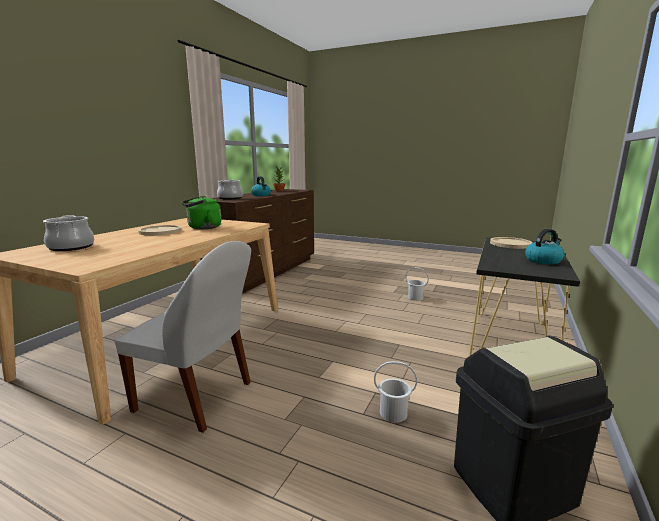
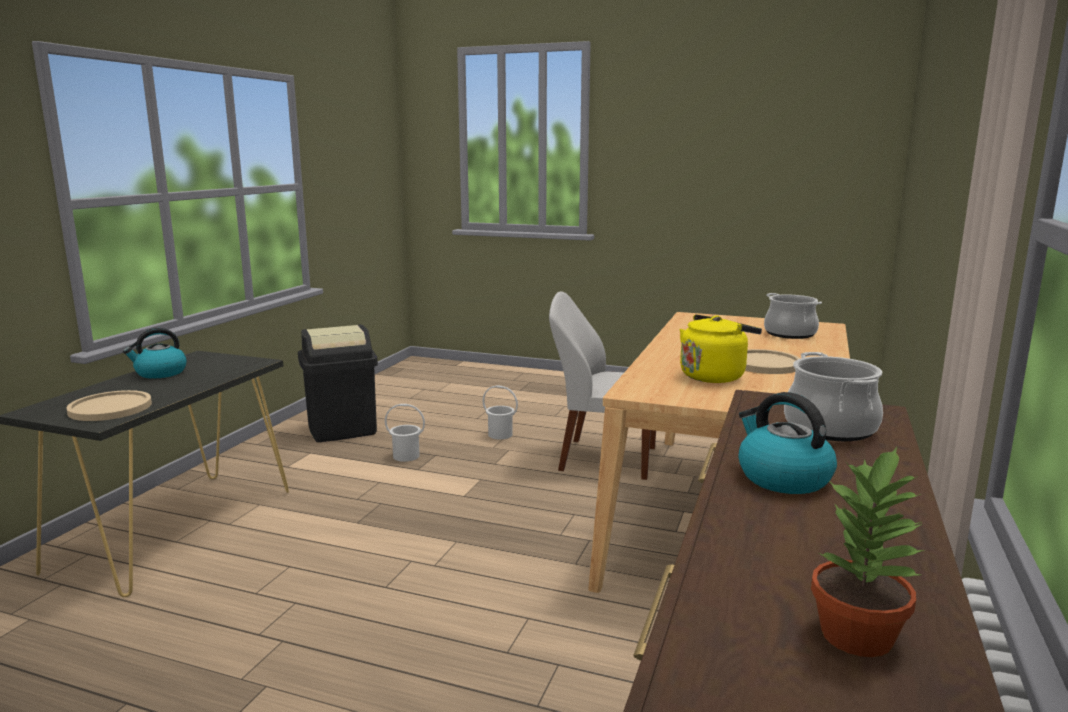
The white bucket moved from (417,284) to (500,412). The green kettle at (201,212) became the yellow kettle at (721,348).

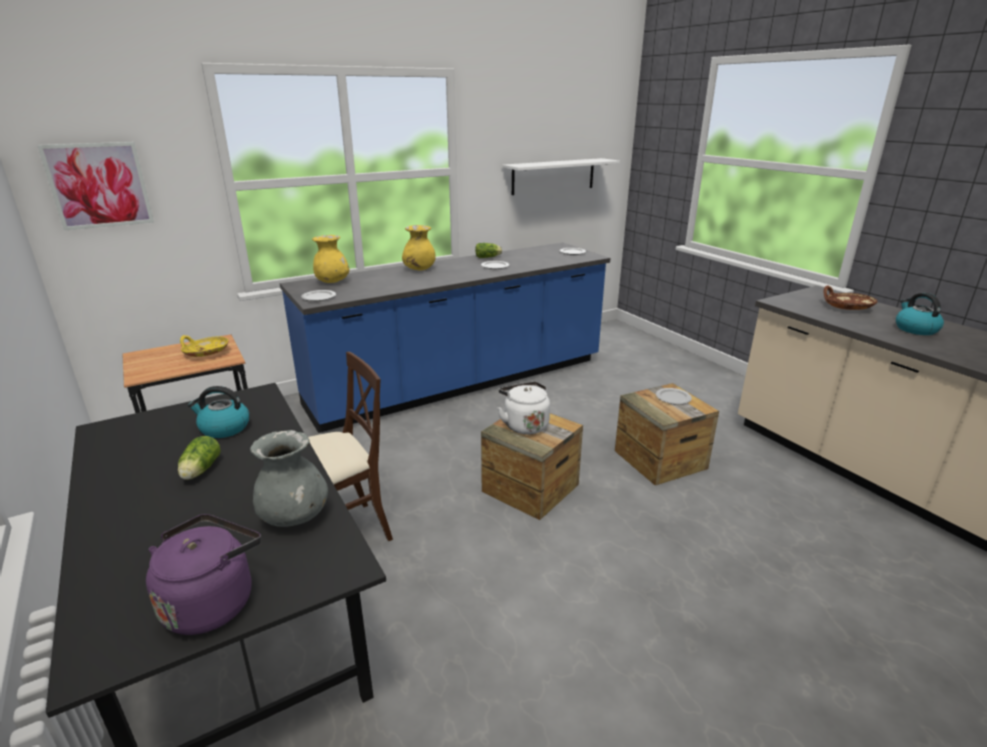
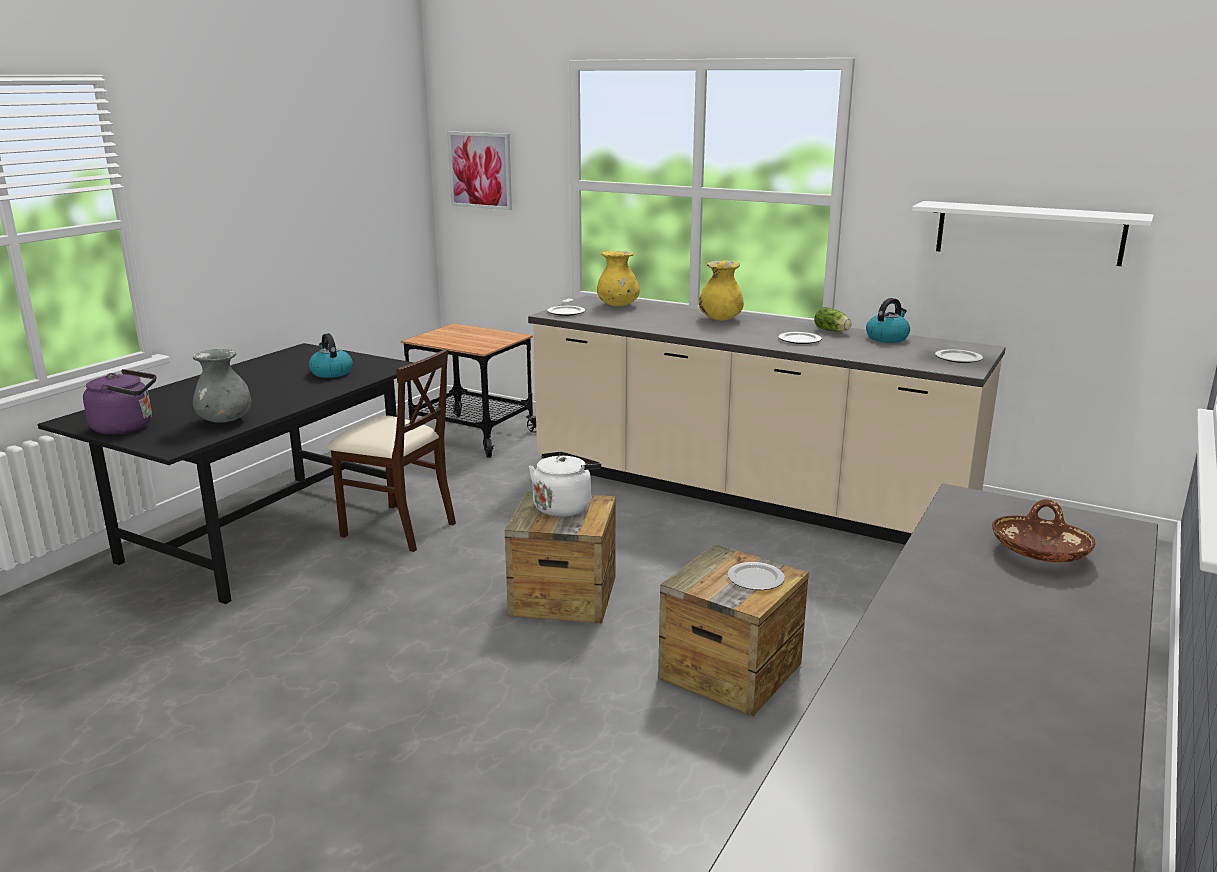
The lettuce at (199,458) disappeared. The yellow bowl at (204,346) disappeared. The kettle moved from (920,314) to (888,320). The blue counter at (445,338) became the beige counter at (767,420).

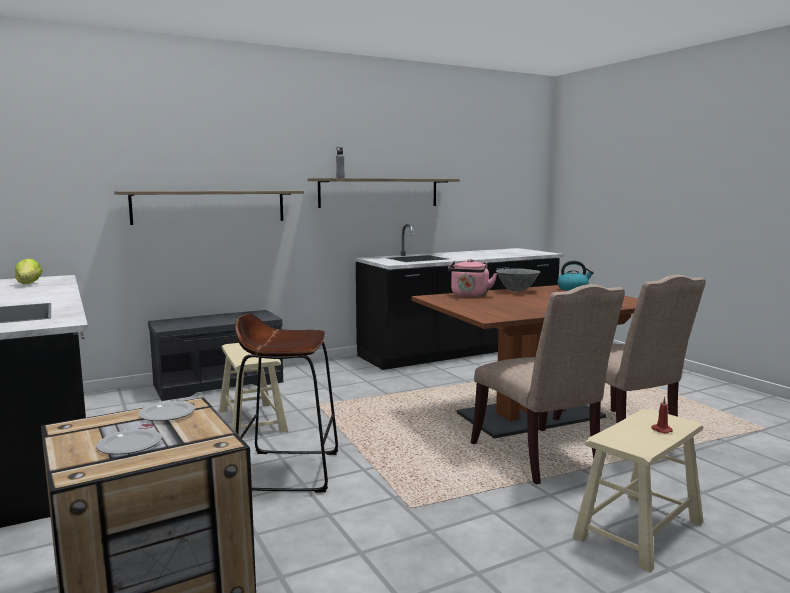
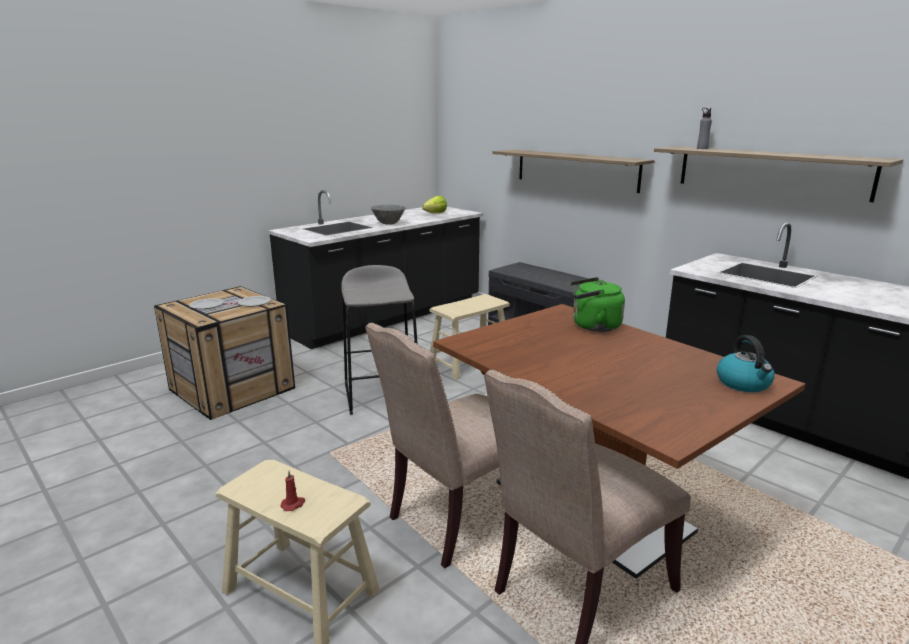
The grey bowl moved from (518,280) to (388,214). The brown stool at (286,403) became the grey stool at (379,340). The pink kettle at (472,278) became the green kettle at (597,304).

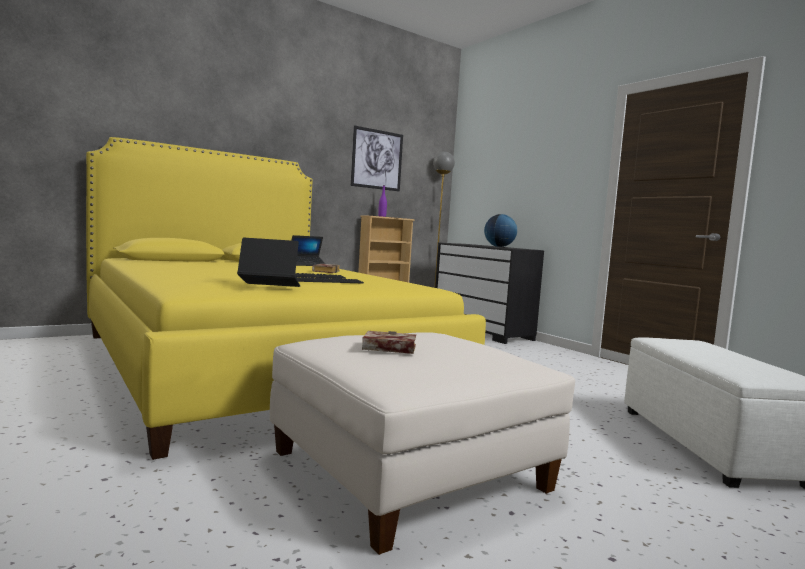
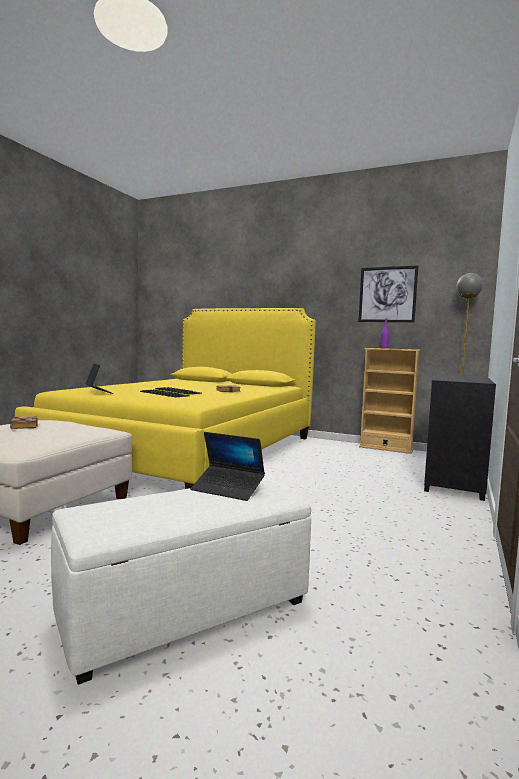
The globe at (500,230) disappeared. The laptop moved from (308,250) to (227,466).

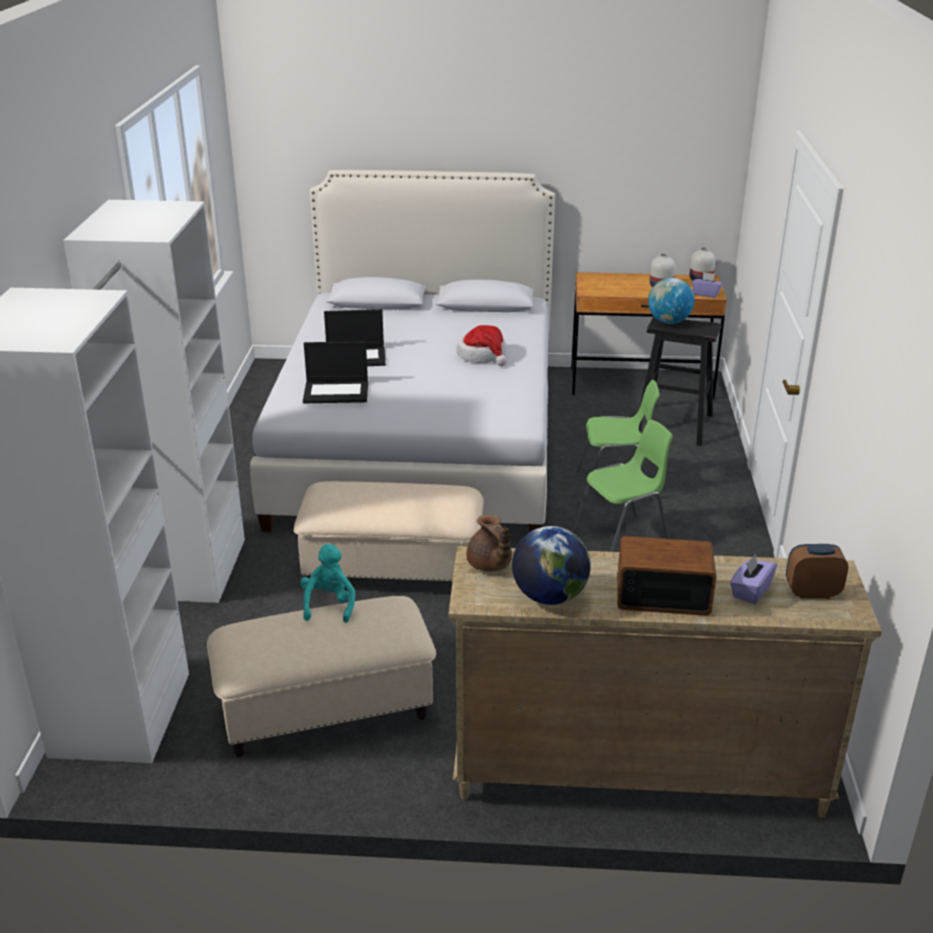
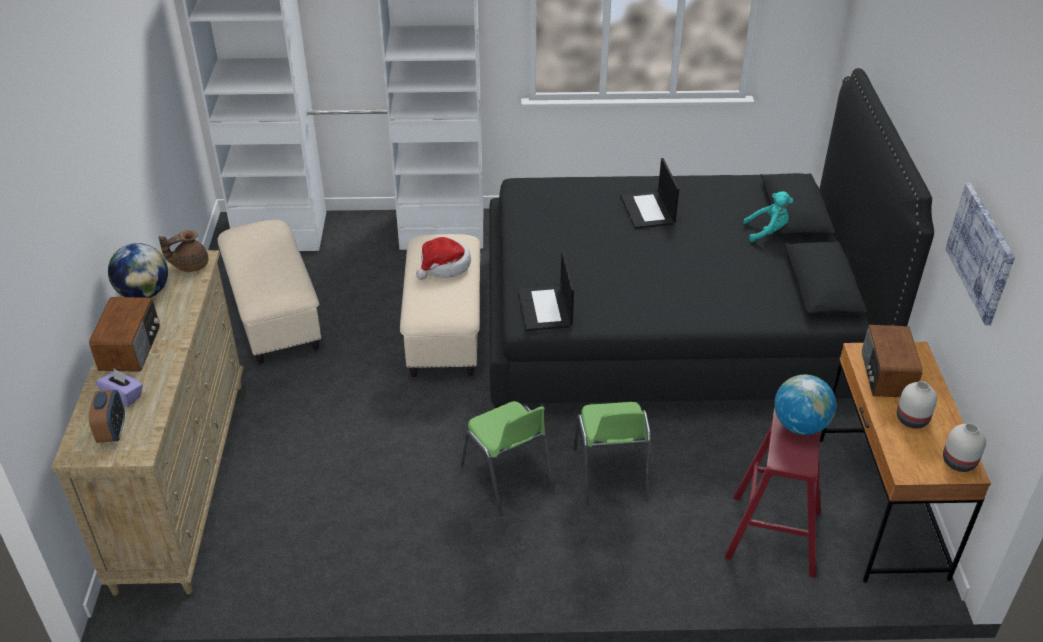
The purple tissue box at (707,285) disappeared. The radio at (892,361) appeared. The picture at (980,254) appeared. The turquoise plush toy moved from (327,583) to (768,217). The laptop moved from (335,372) to (546,291). The hat moved from (481,345) to (443,258). The white bed at (402,351) became the black bed at (712,238). The black stool at (680,381) became the red stool at (772,492).

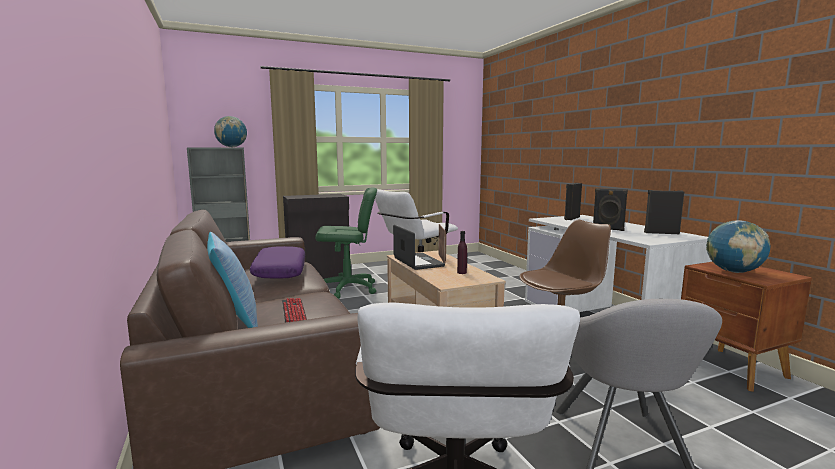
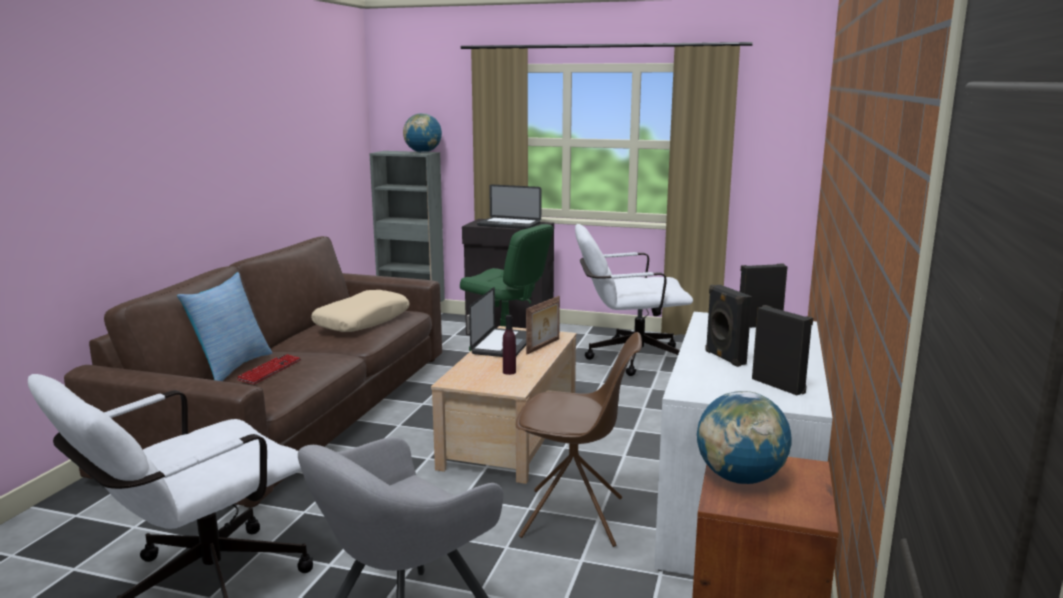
The laptop at (509,206) appeared. The purple pillow at (277,262) became the beige pillow at (360,311).

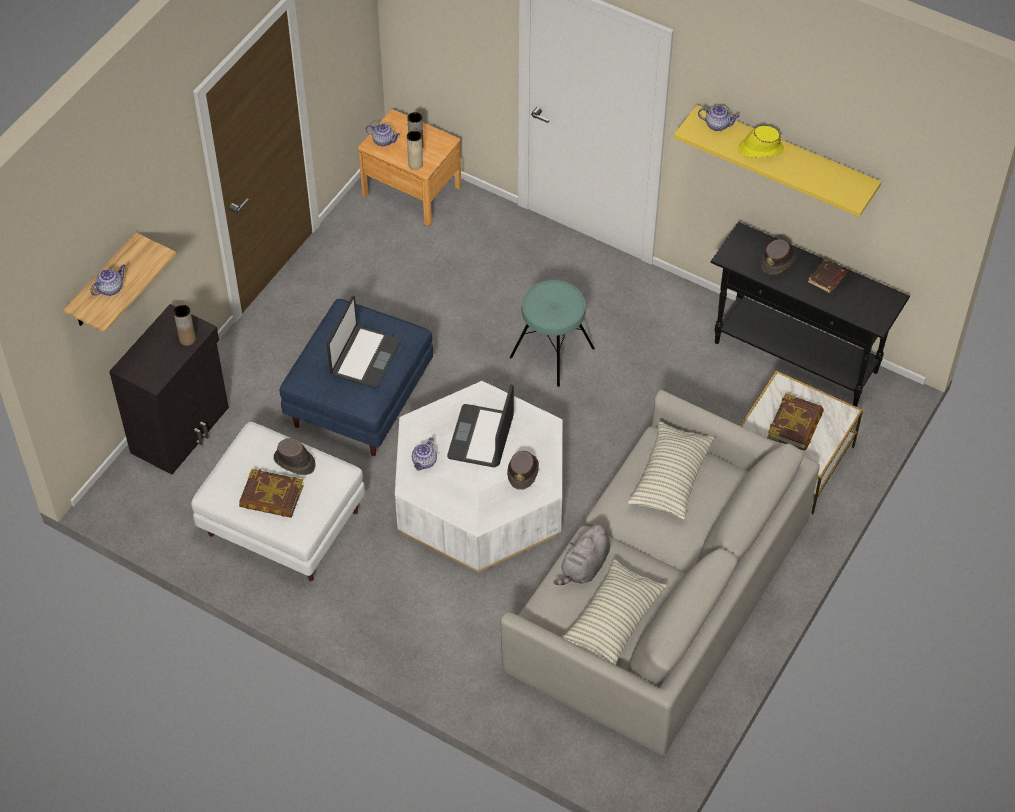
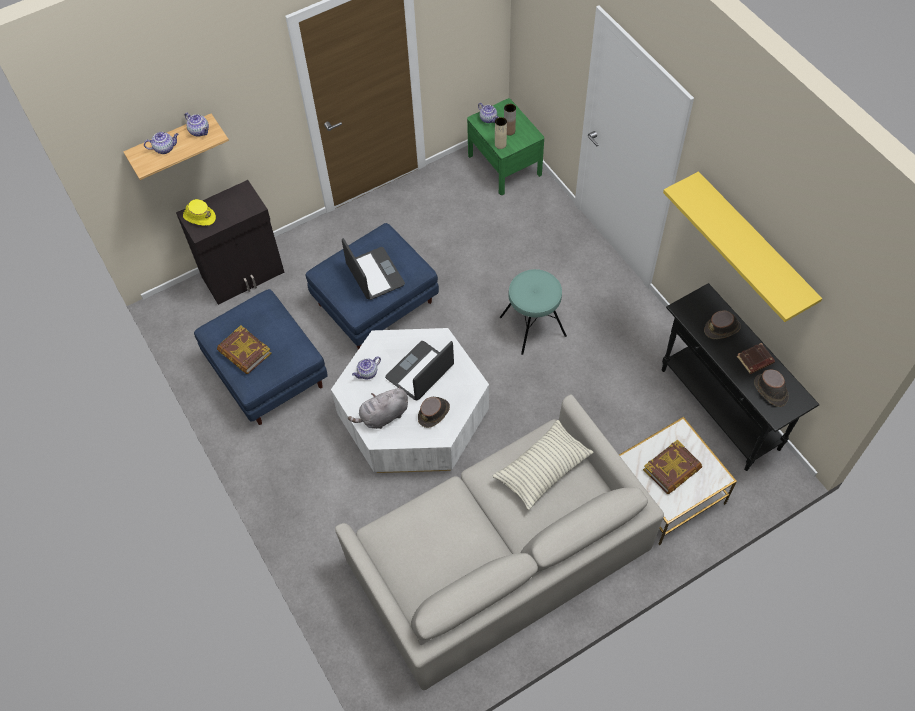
The brown vase at (185,325) disappeared. The pillow at (614,612) disappeared. The brown hat moved from (295,456) to (771,388). The grey plush toy moved from (582,554) to (378,407). The teapot moved from (719,118) to (197,125). The yellow hat moved from (761,142) to (199,212). The white ottoman at (278,501) became the blue ottoman at (261,357). The brown nightstand at (409,168) became the green nightstand at (505,146). The laptop at (364,342) turned 75 degrees counterclockwise.

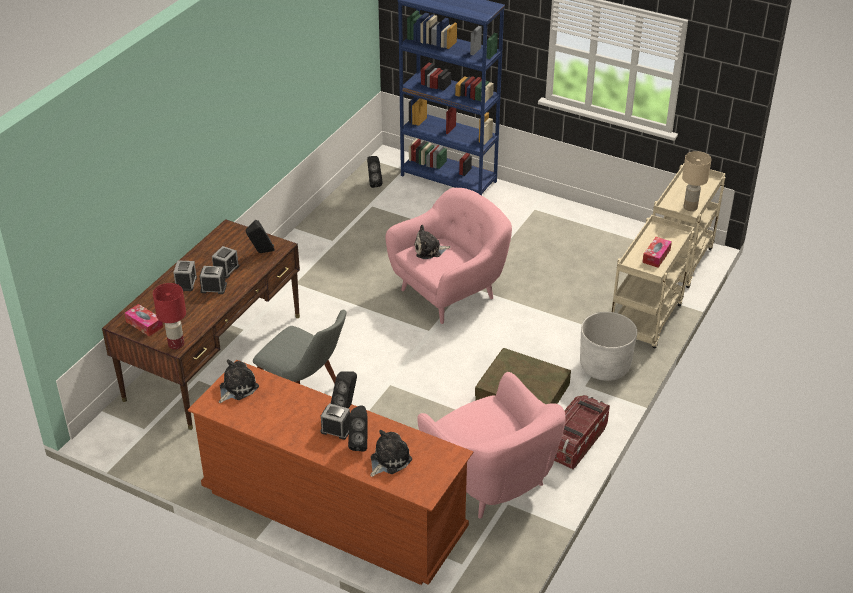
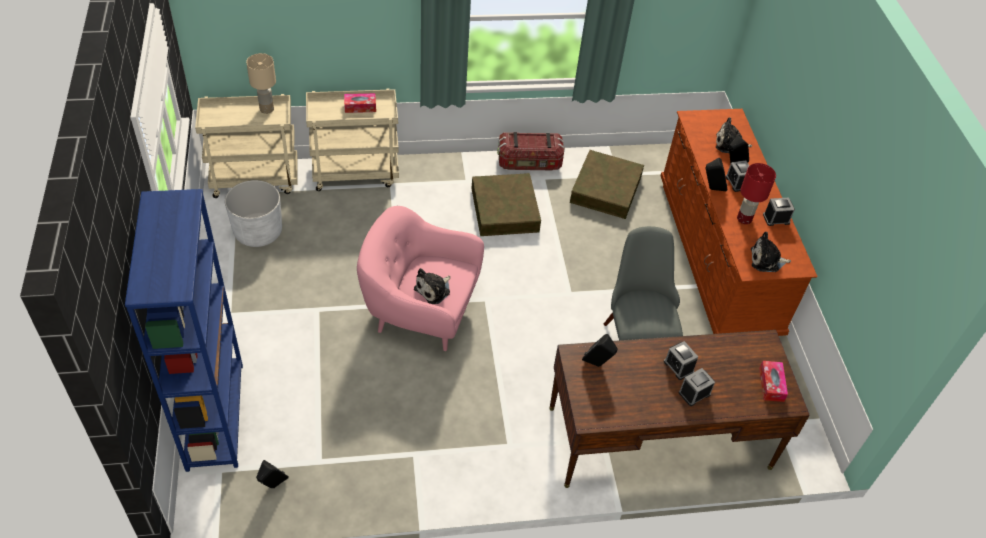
The red table lamp moved from (169,316) to (756,193). The alarm clock moved from (225,262) to (779,211). The white planter moved from (608,346) to (253,213). The pink armchair at (491,445) was replaced by the brown storage box at (607,184). The plush toy at (432,242) turned 90 degrees clockwise.

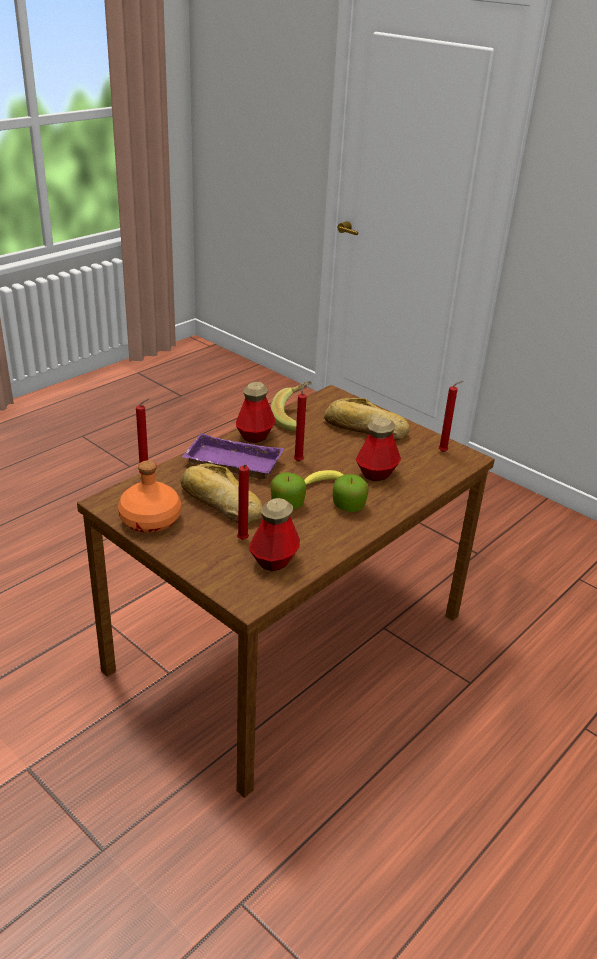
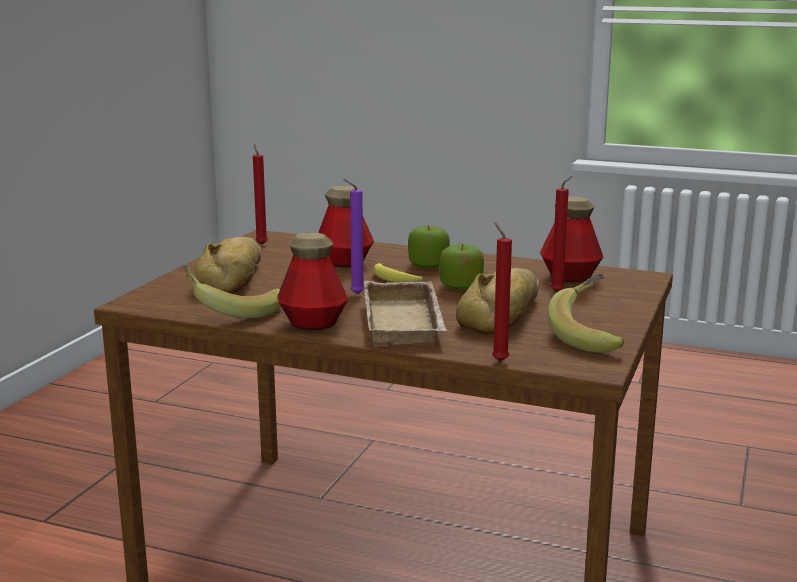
The orange bottle at (149,496) was replaced by the banana at (586,313). The purple tray at (233,456) became the beige tray at (405,313). The red candle at (300,423) became the purple candle at (353,237).

